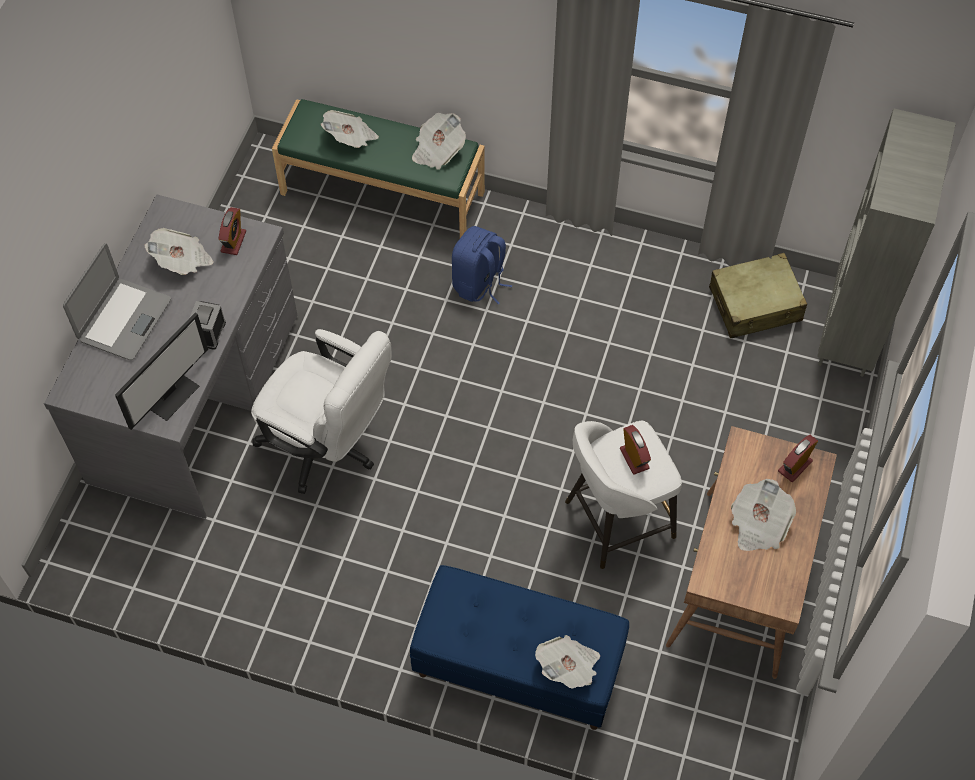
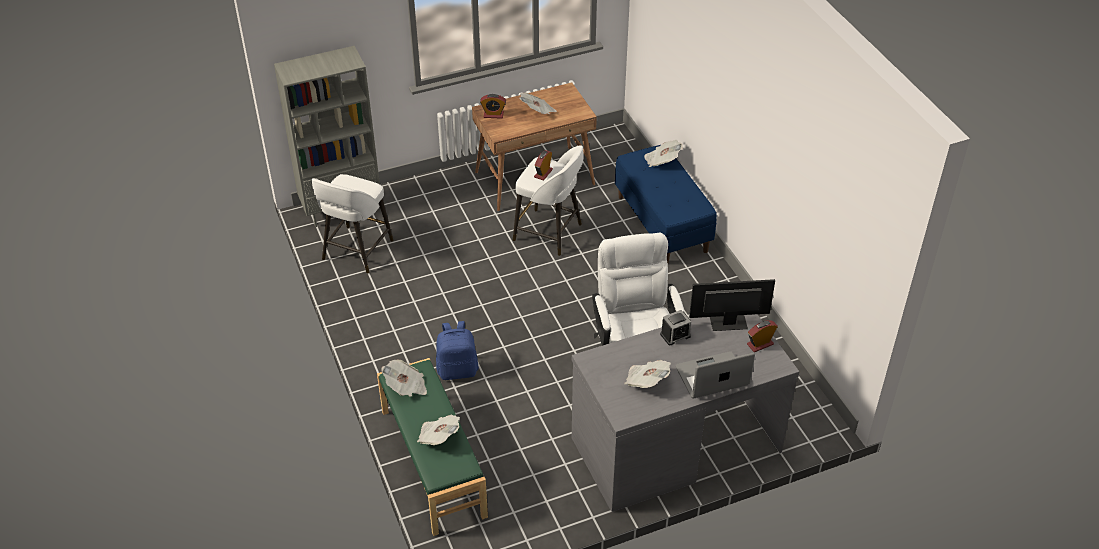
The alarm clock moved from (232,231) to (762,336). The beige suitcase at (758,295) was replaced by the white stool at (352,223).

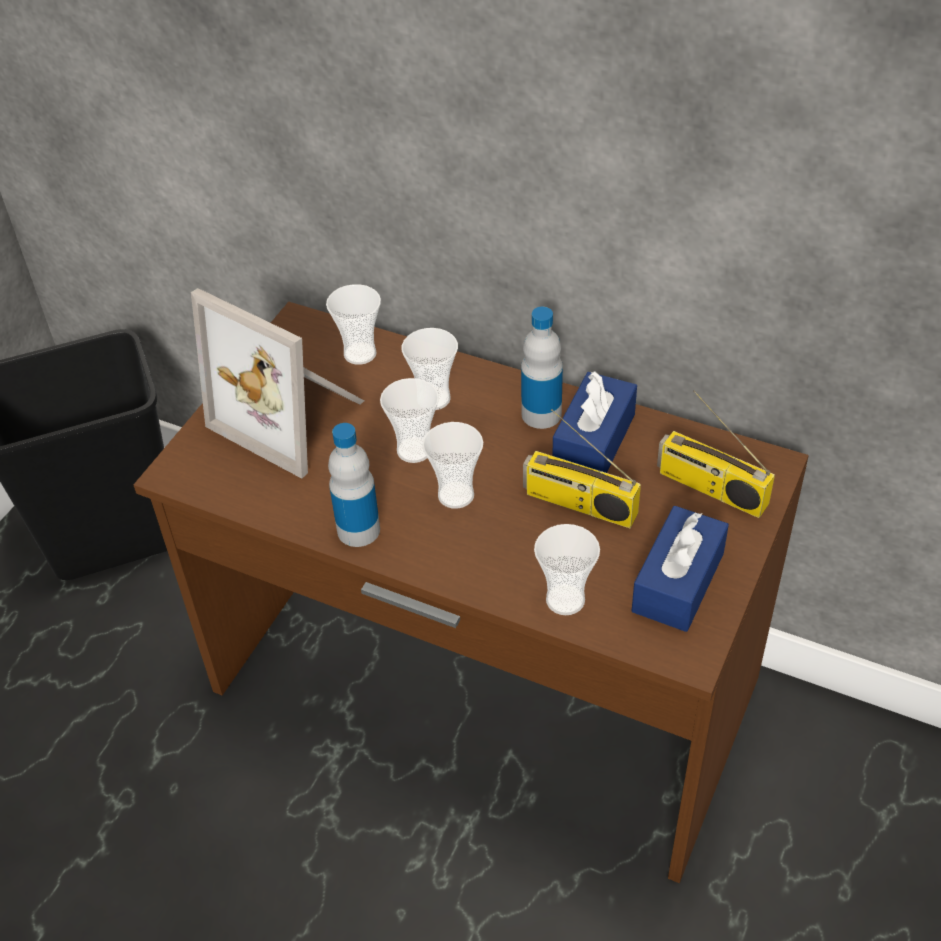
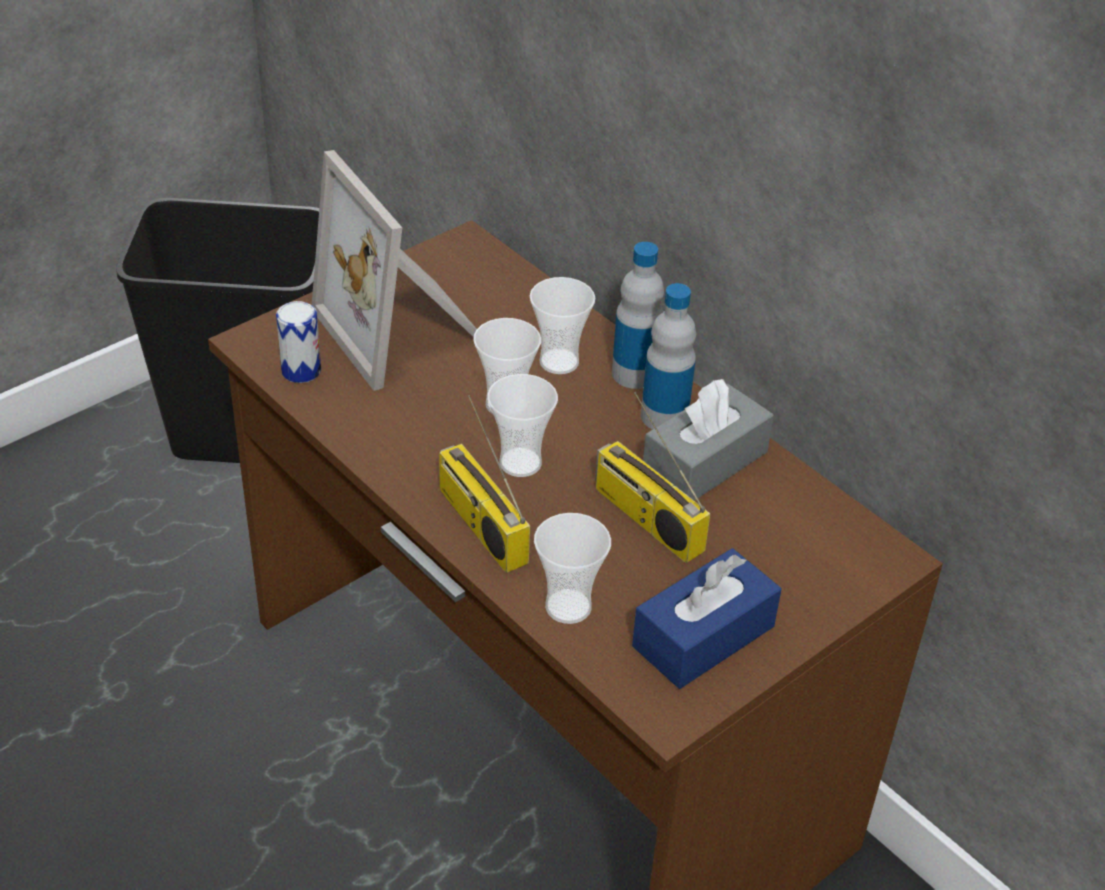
The cup at (353,324) disappeared. The can at (298,342) appeared. The bottle moved from (354,485) to (638,315). The radio moved from (716,454) to (484,484). The blue tissue box at (595,422) became the grey tissue box at (708,440).

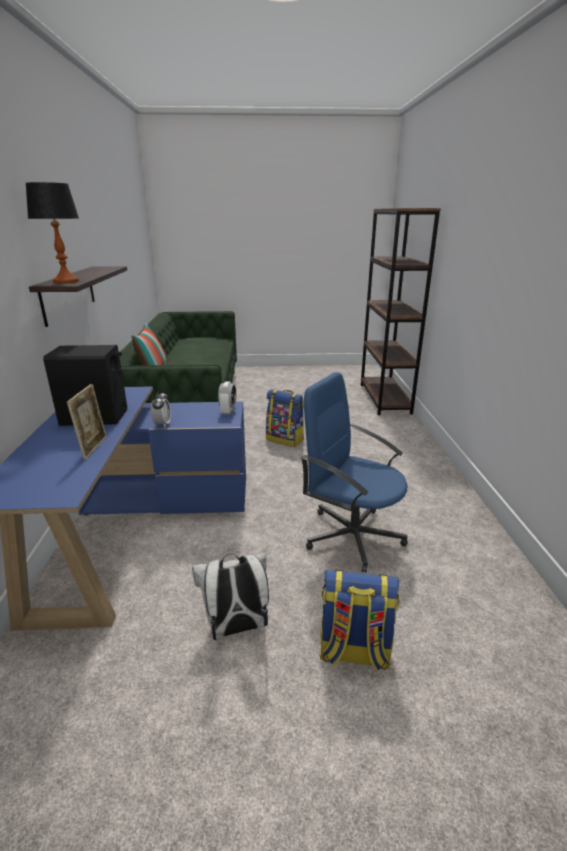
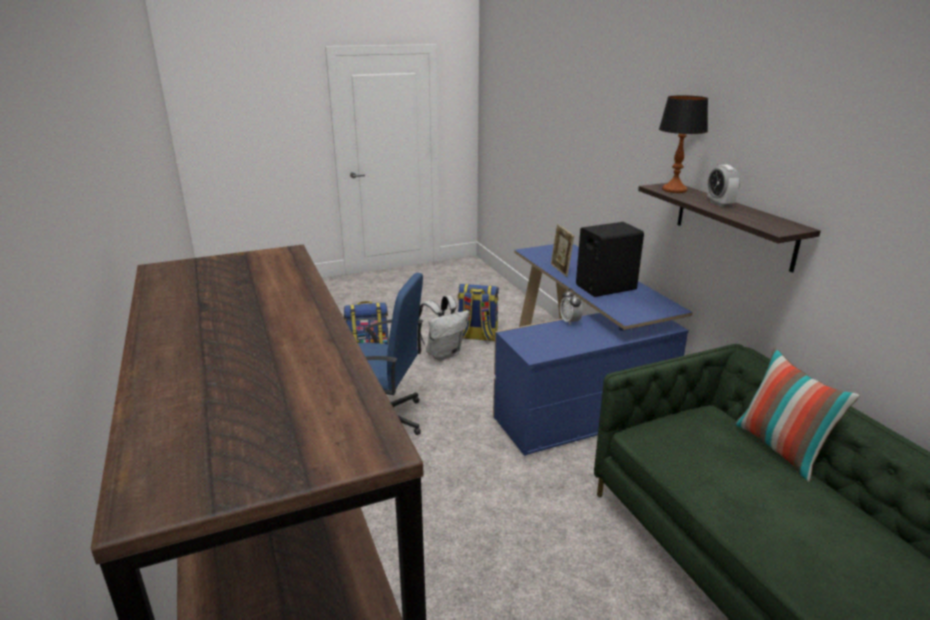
The alarm clock moved from (227,398) to (723,186). The backpack moved from (285,418) to (478,312).

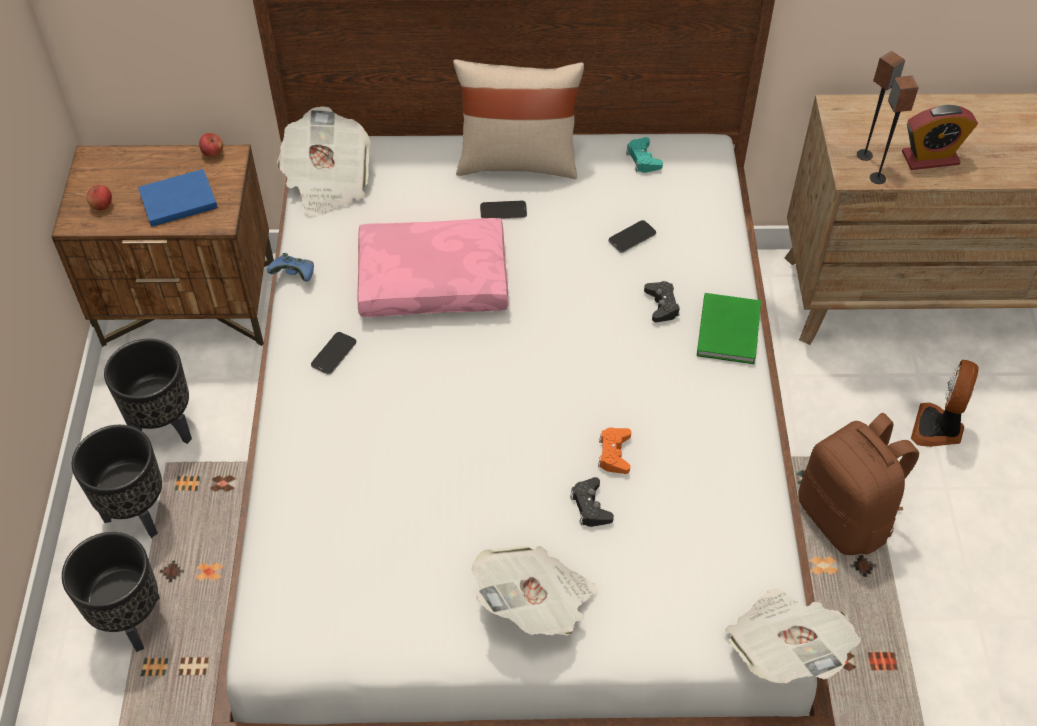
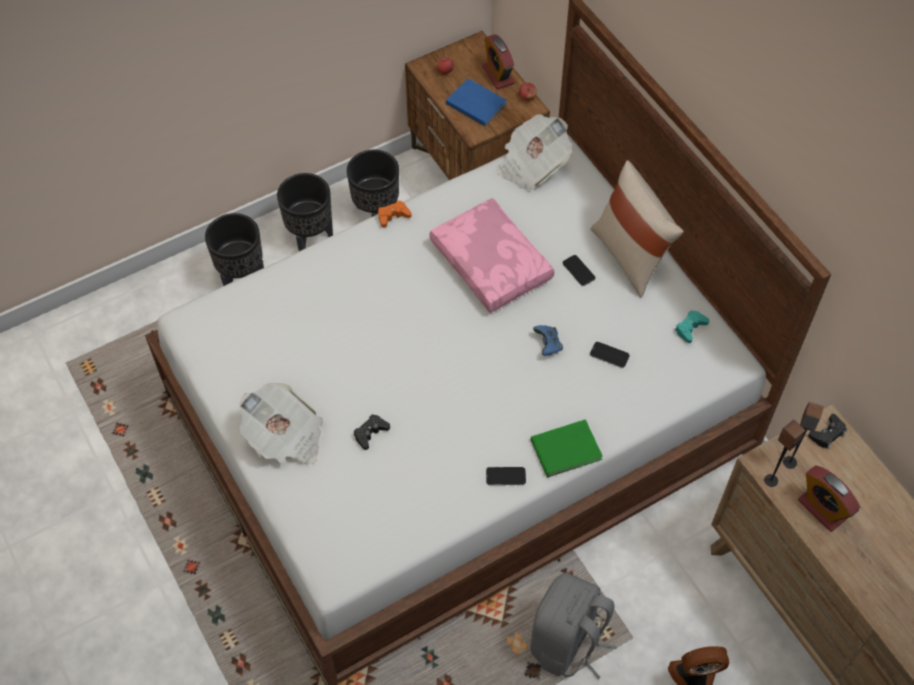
The newspaper at (793,636) disappeared. The alarm clock at (498,61) appeared. The blue game controller moved from (290,267) to (548,340). The phone moved from (334,353) to (506,476). The orange game controller moved from (614,450) to (394,213). The black game controller moved from (662,301) to (827,431). The brown backpack at (858,484) became the grey backpack at (573,626).

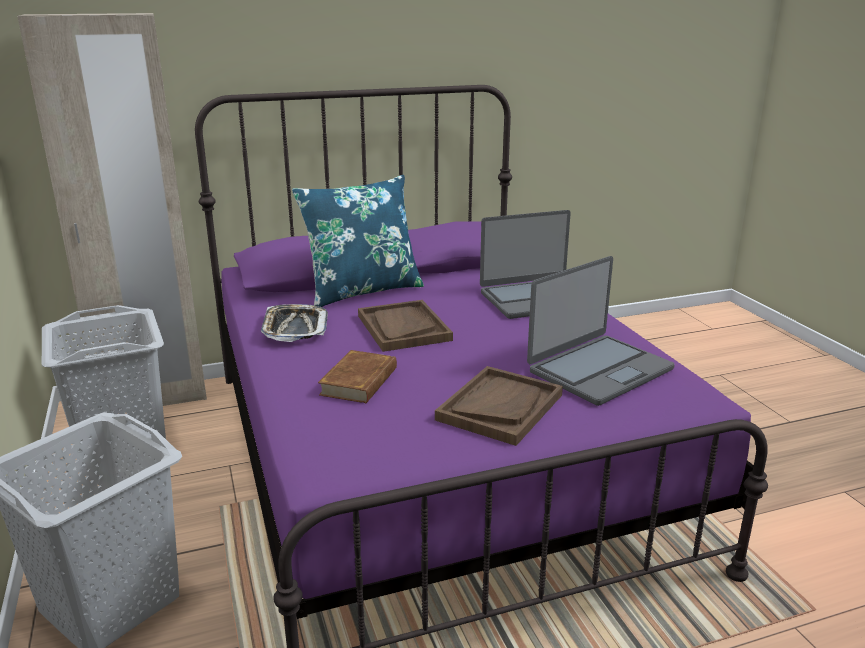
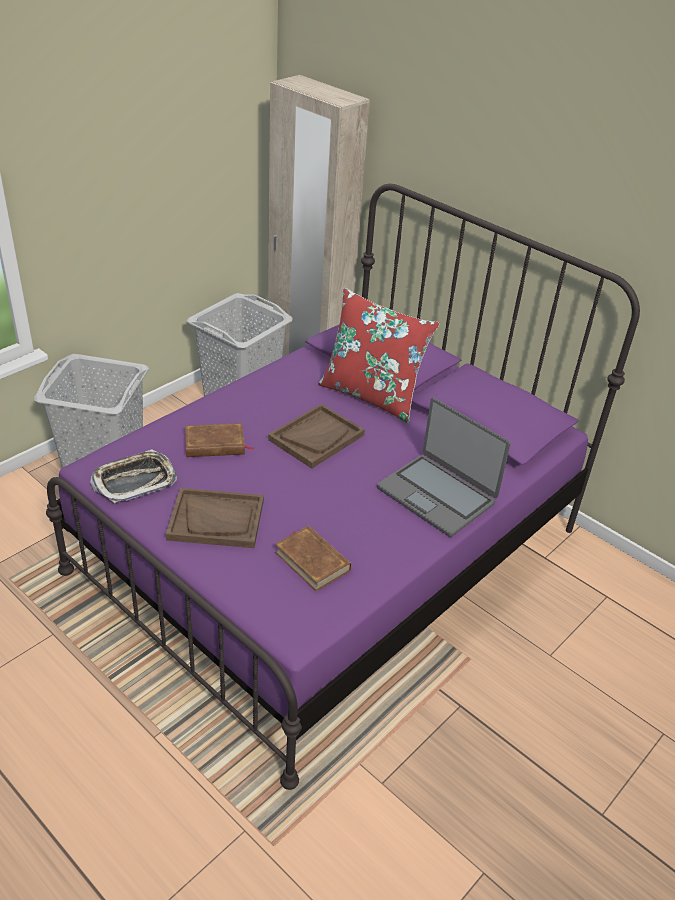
The tray moved from (294,323) to (133,476). The laptop at (601,331) was replaced by the brown book at (313,558). The blue pillow at (358,241) became the red pillow at (379,355).

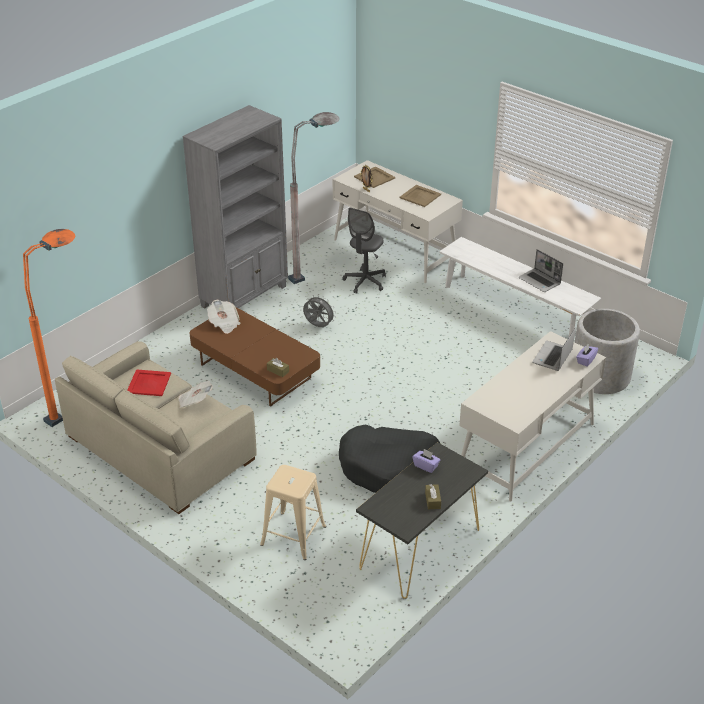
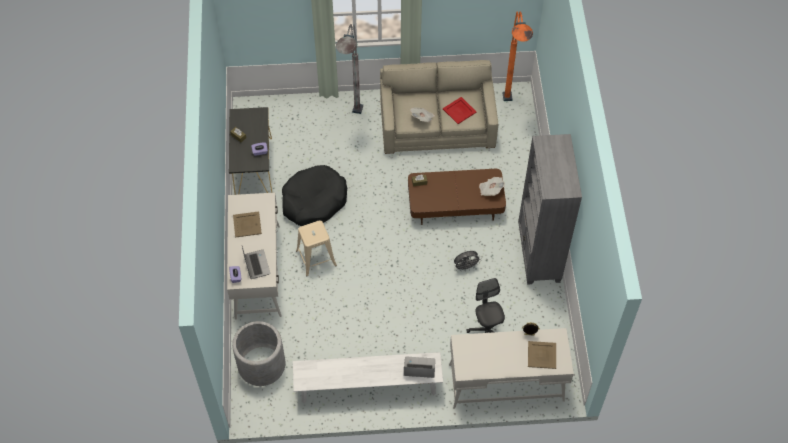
The beige stool moved from (293,512) to (316,248). The grey floor lamp moved from (314,198) to (349,69). The beige tray moved from (420,196) to (247,224). The laptop moved from (541,270) to (419,367).

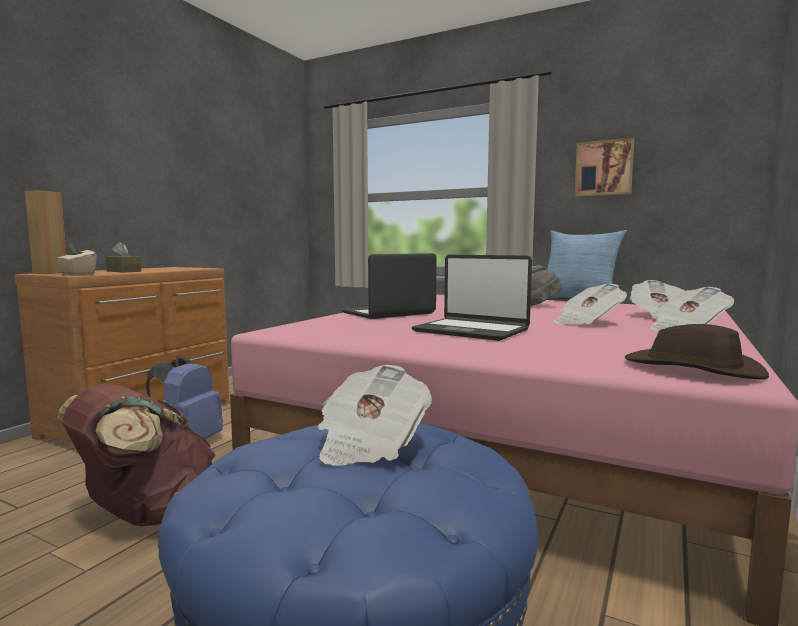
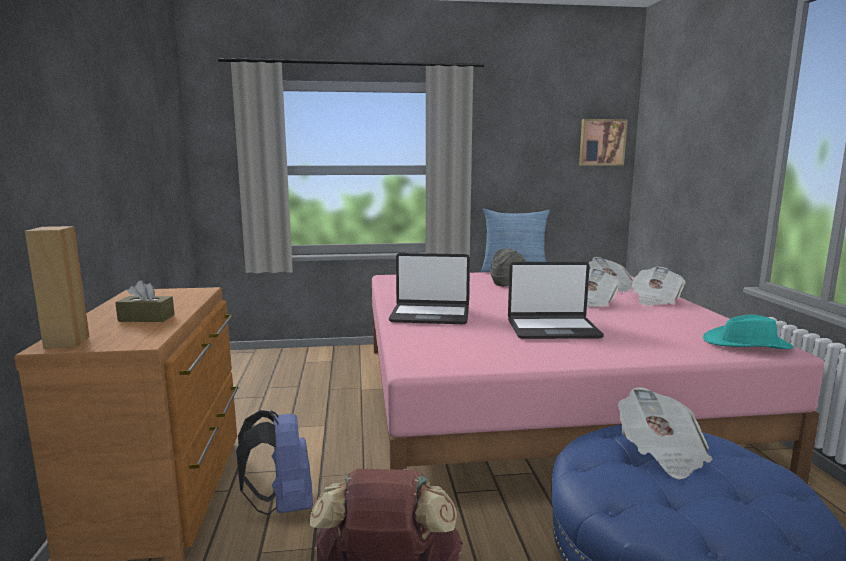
The beige tissue box at (76,259) disappeared. The picture moved from (604,167) to (603,142). The brown hat at (696,352) became the turquoise hat at (748,332). The laptop at (389,286) turned 105 degrees counterclockwise.

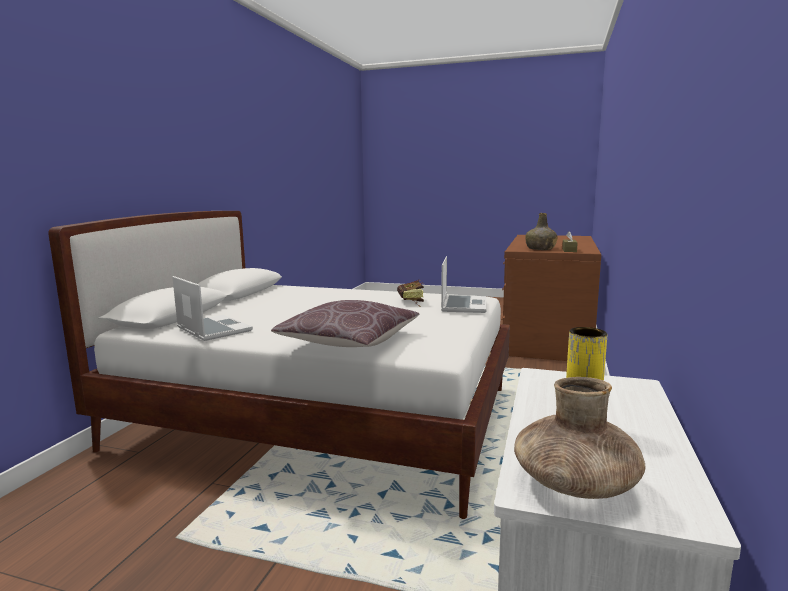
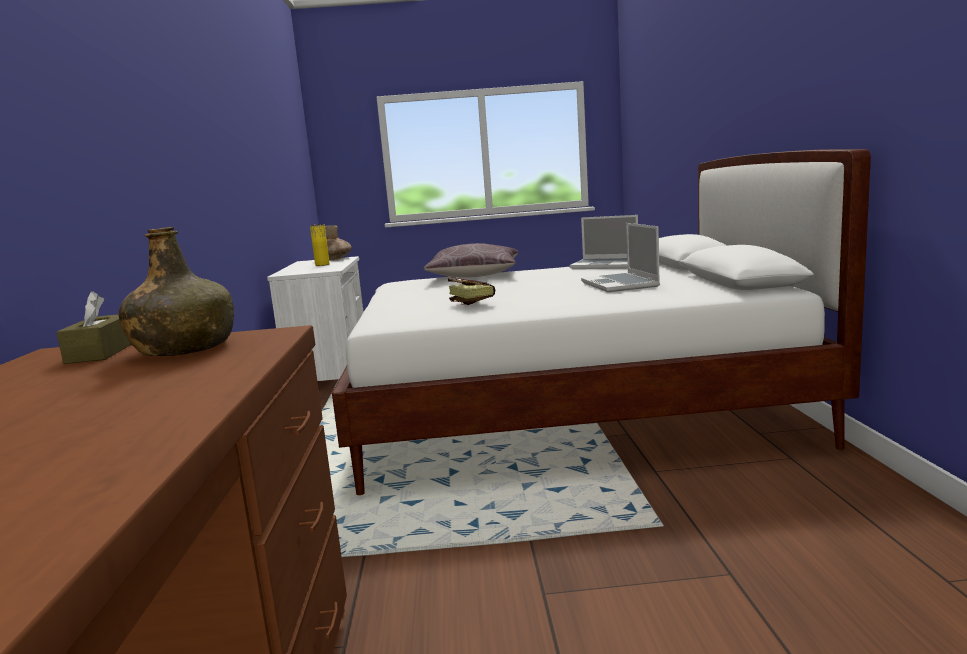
The laptop moved from (464,284) to (620,257).

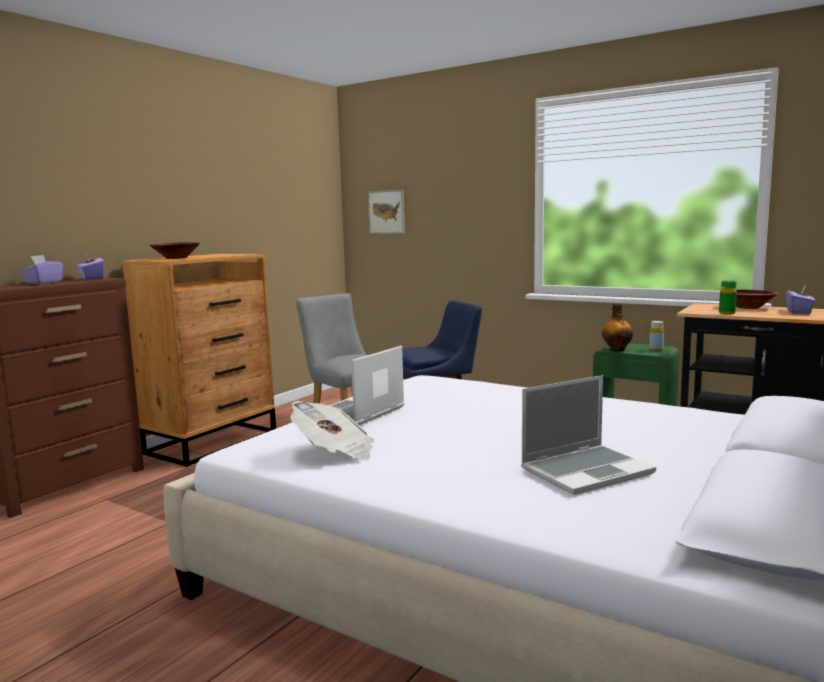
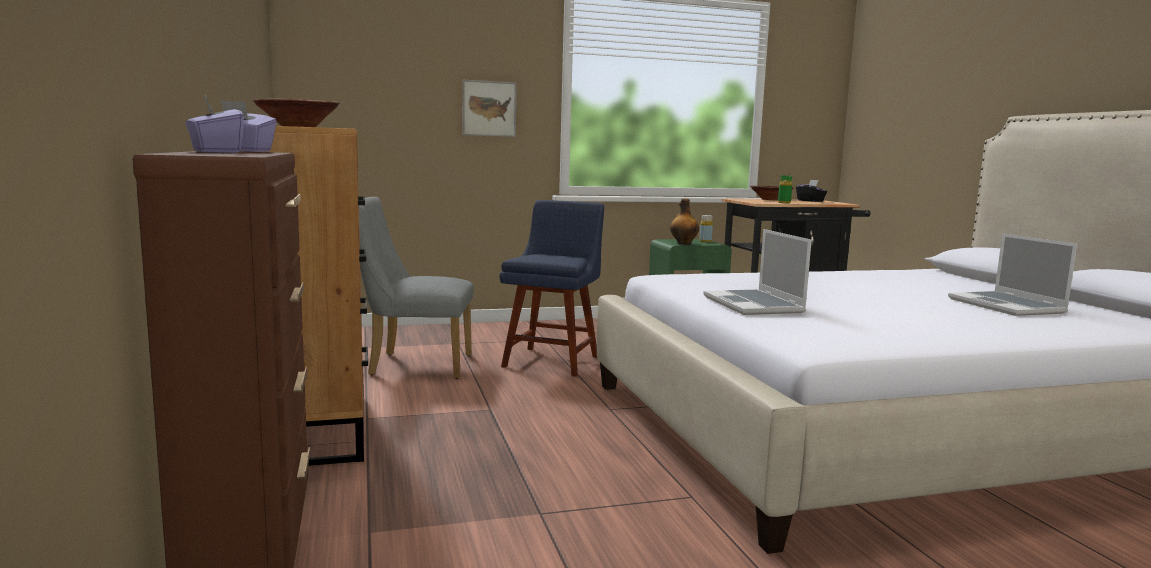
The newspaper at (332,431) disappeared. The picture moved from (386,212) to (490,108). The purple tissue box at (800,299) became the black tissue box at (811,191). The laptop at (588,435) turned 150 degrees clockwise.

